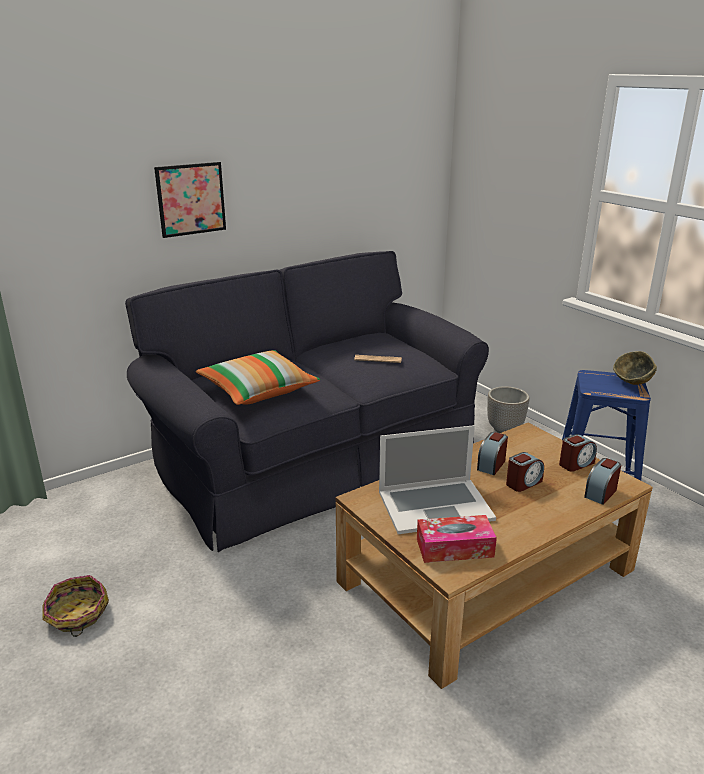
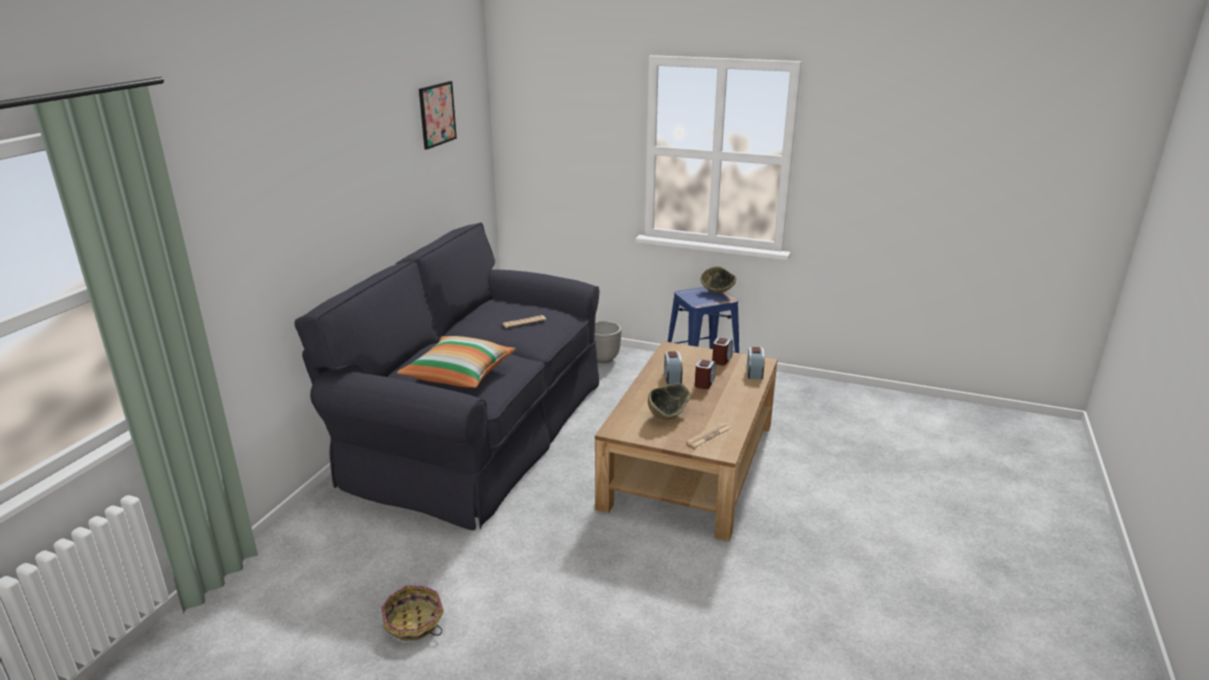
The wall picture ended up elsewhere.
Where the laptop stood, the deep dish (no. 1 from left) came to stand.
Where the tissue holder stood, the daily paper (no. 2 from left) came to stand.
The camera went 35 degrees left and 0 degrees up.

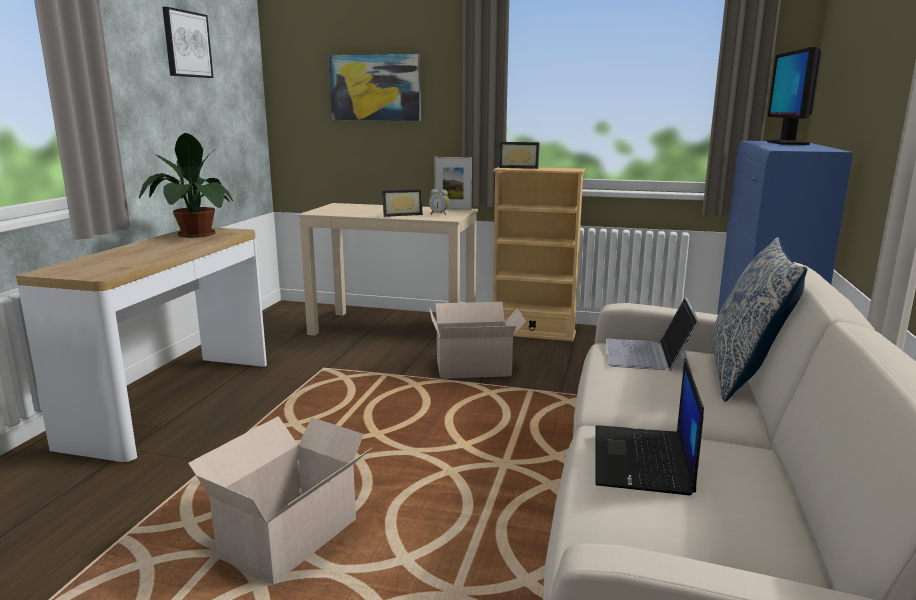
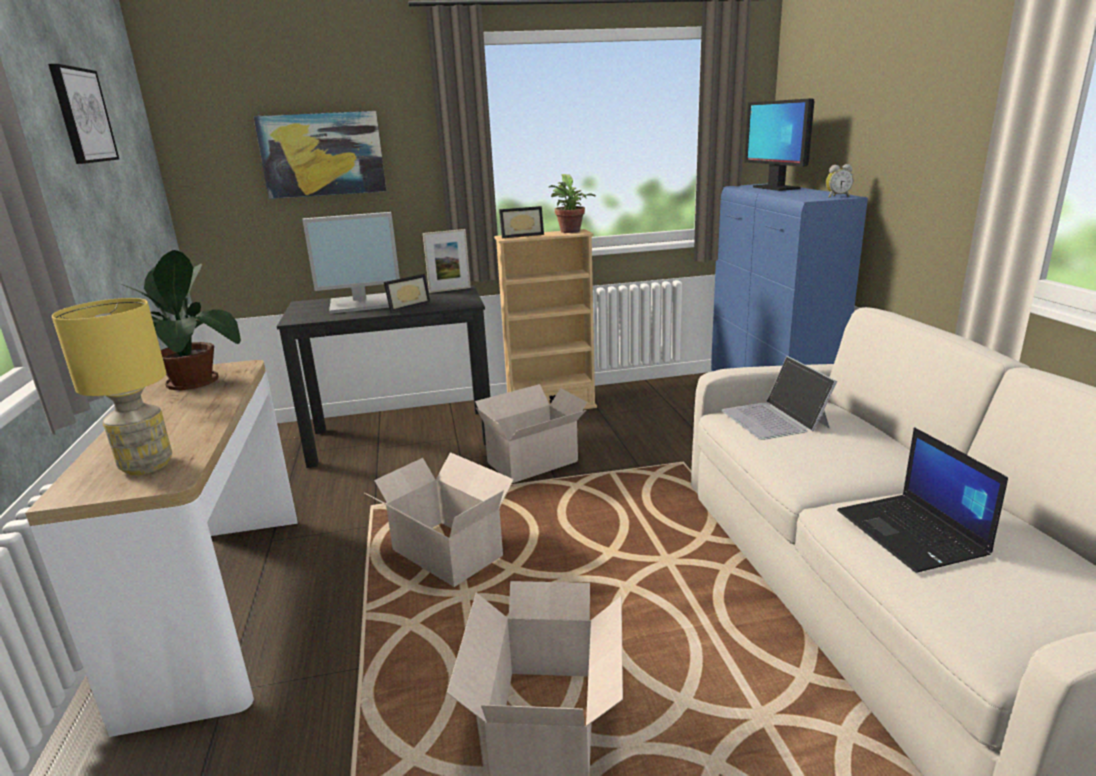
The second view lost the pillow.
The second view gained the yellow-coloured tabletop lamp.
The second view gained the computer screen (no. 1 from left).
The second view gained the cardboard box (no. 1 from left).
The second view gained the houseplant (no. 2 from left).
The table clock ended up elsewhere.
What was the sand-coloured desk table turned into the black-coloured desk table.
The camera went 25 degrees left and 5 degrees up.

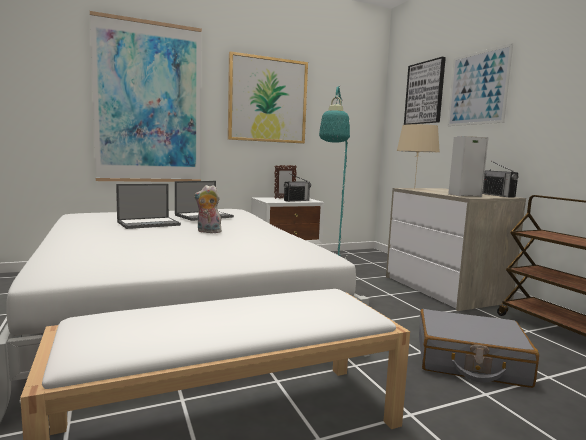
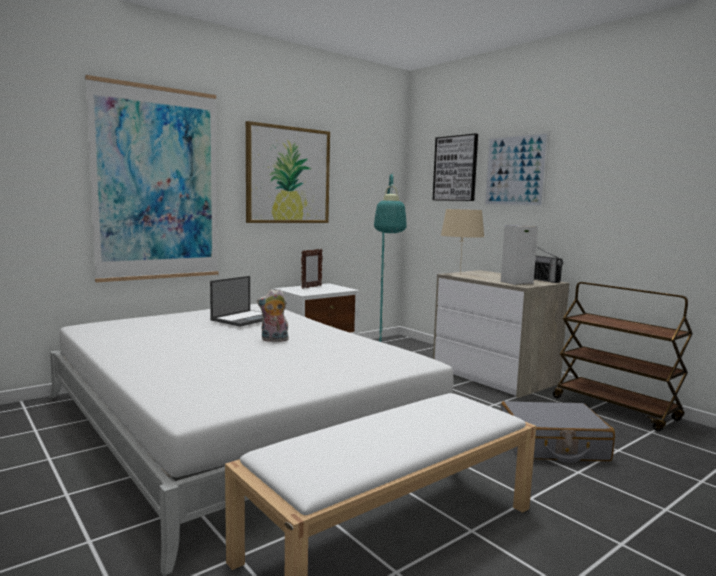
The second view lost the laptop (no. 1 from left).
The second view lost the radio receiver (no. 1 from left).
The camera went 15 degrees left and 0 degrees up.

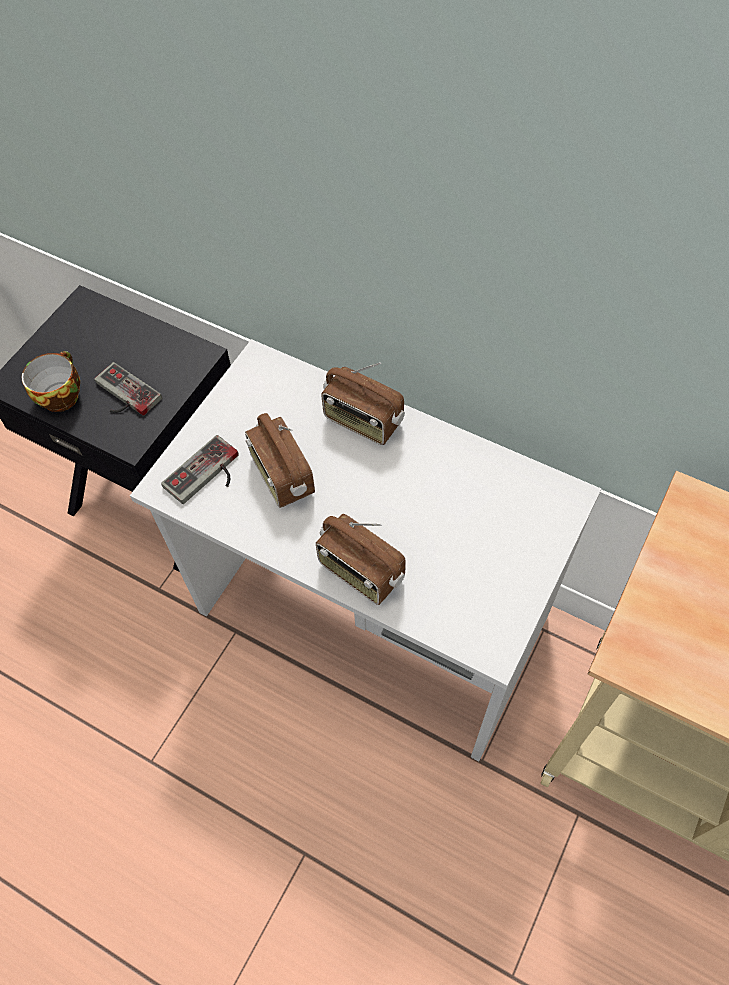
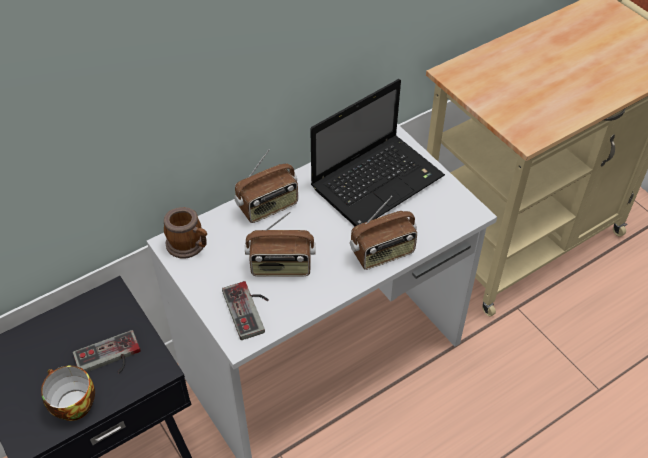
The second view gained the coffee mug.
The second view gained the laptop.
The camera went 65 degrees left and 10 degrees down.

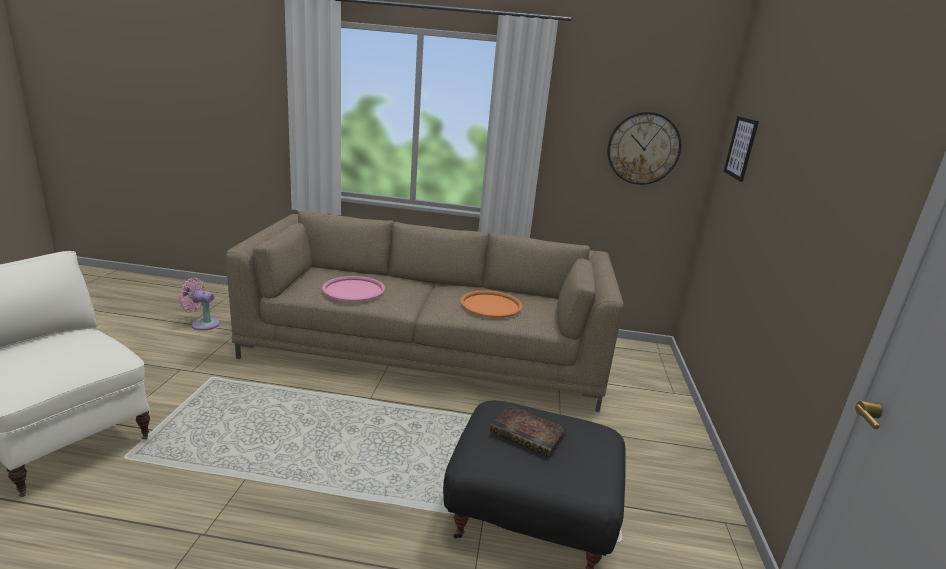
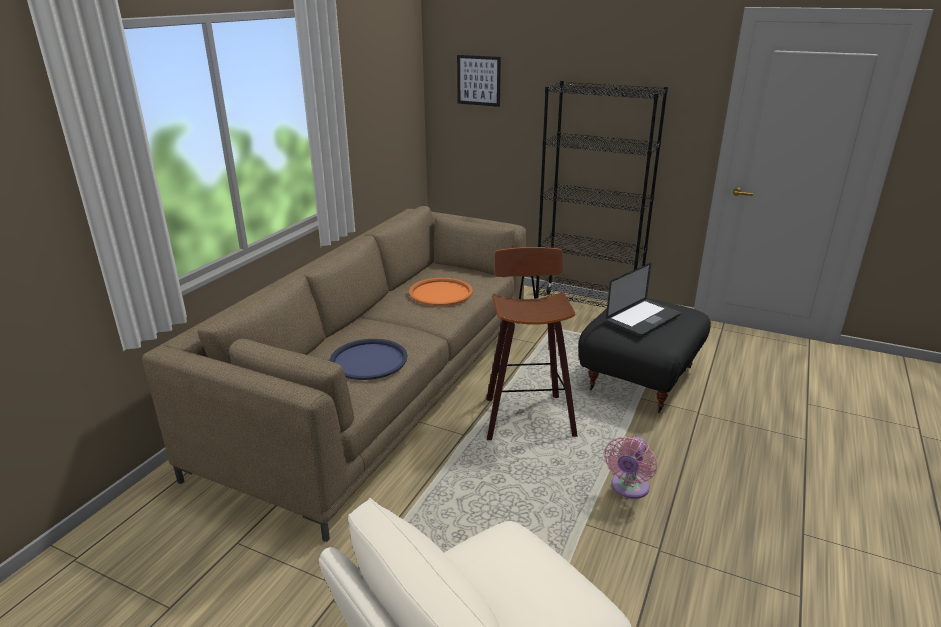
The second view lost the hanging clock.
The second view gained the stool seat.
The second view gained the black-coloured shelving unit.
The pink electric fan ended up elsewhere.
Where the volume stood, the laptop came to stand.
What was the pink tray turned into the blue-coloured tray.
The camera went 70 degrees left and 5 degrees up.

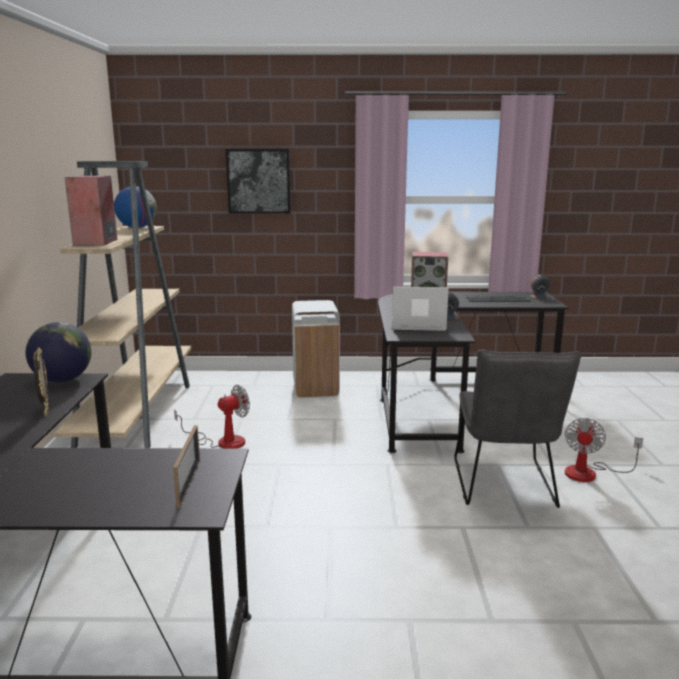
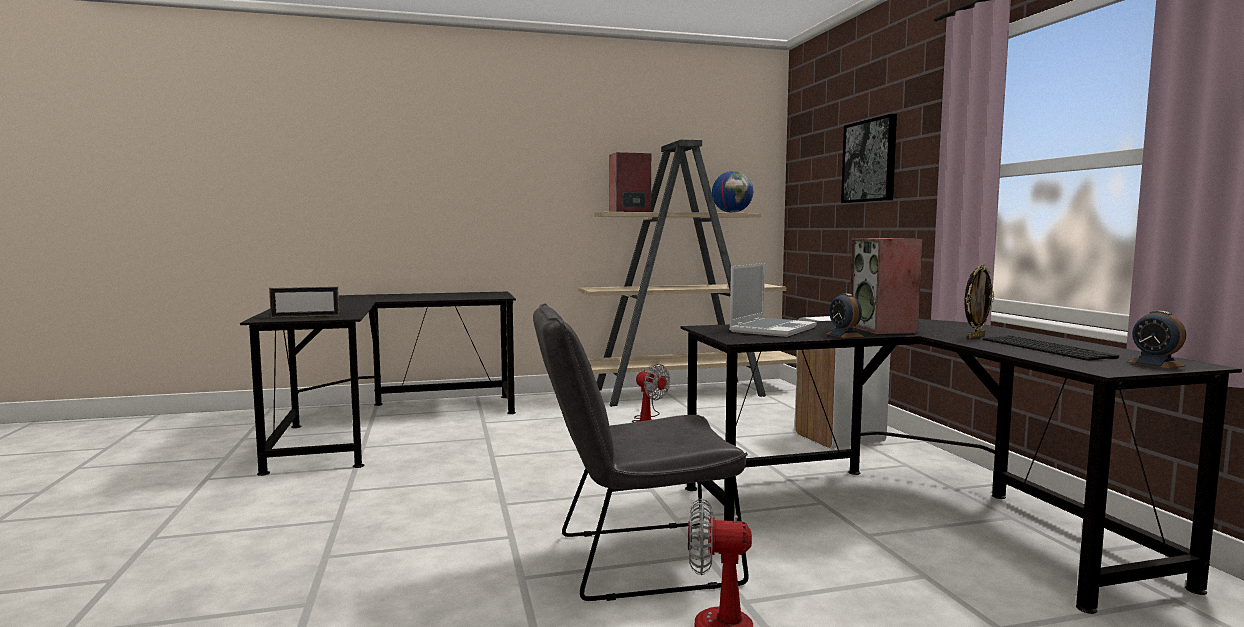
The second view lost the globe (no. 1 from left).
The photo frame (no. 1 from left in the first image) ended up elsewhere.
The laptop ended up facing another way, 45 degrees clockwise from before.
The camera went 75 degrees right and 10 degrees down.

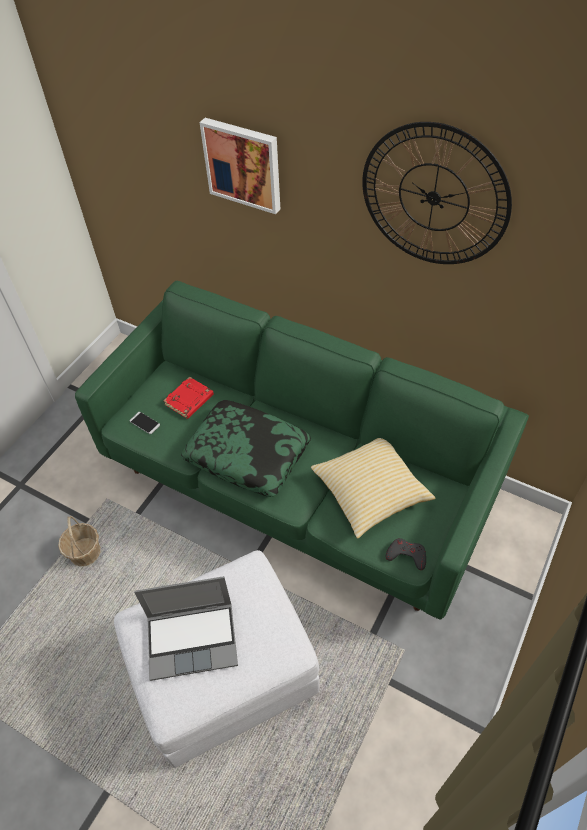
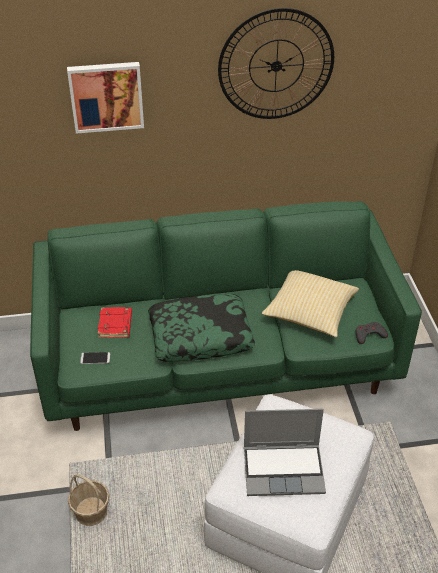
The laptop ended up facing another way, 45 degrees clockwise from before.
The camera went 40 degrees left and 10 degrees down.

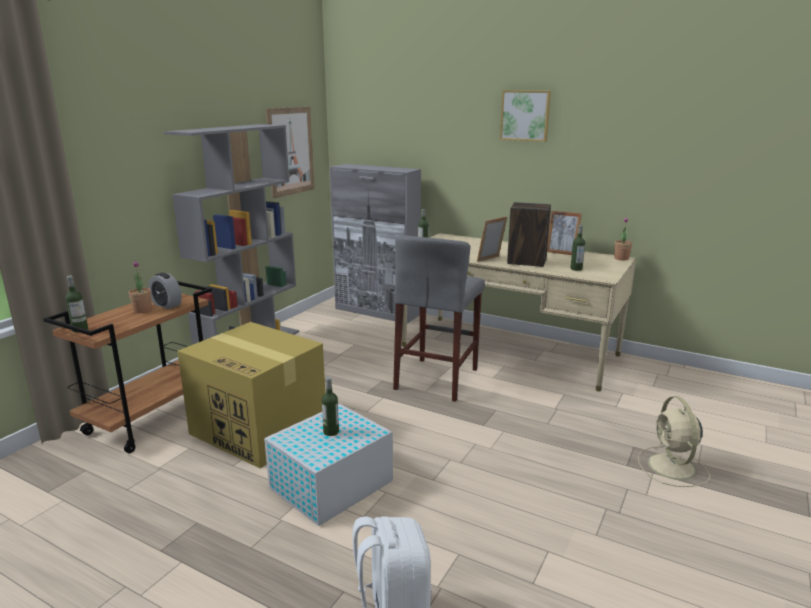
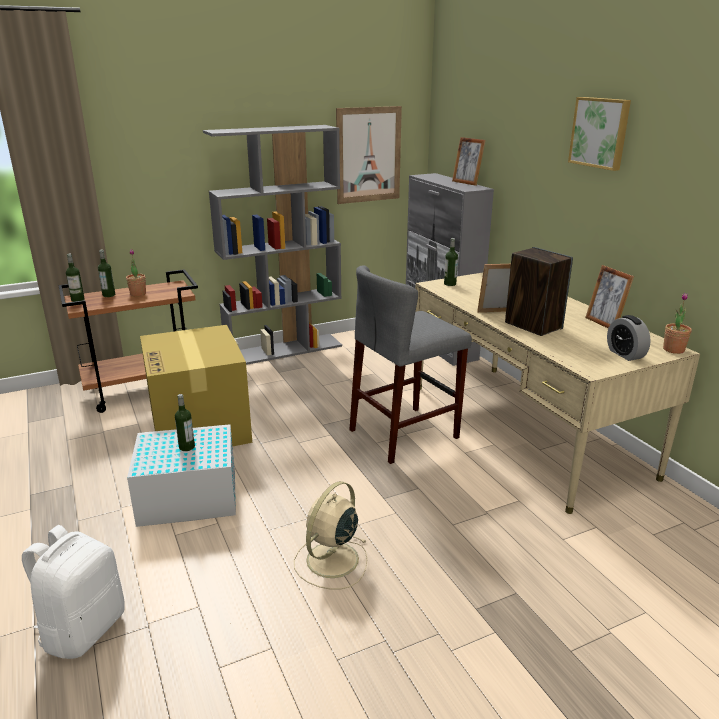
The second view gained the photo frame (no. 1 from left).
The table clock ended up elsewhere.
The drink bottle (no. 4 from left in the first image) ended up elsewhere.
The sand-coloured electric fan ended up elsewhere.
The camera went 35 degrees right and 5 degrees up.

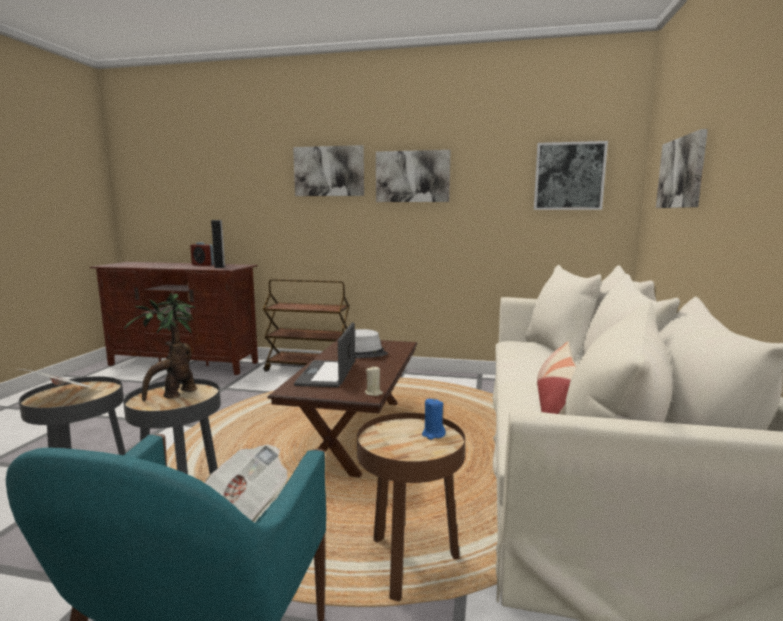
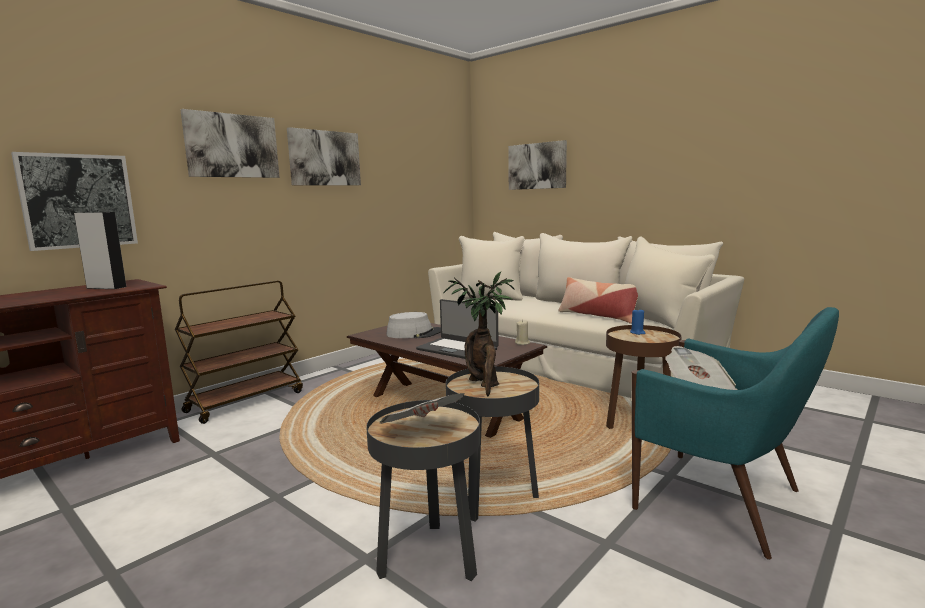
The second view lost the table clock.
The wall picture (no. 3 from left in the first image) ended up elsewhere.
The camera went 60 degrees left and 0 degrees up.

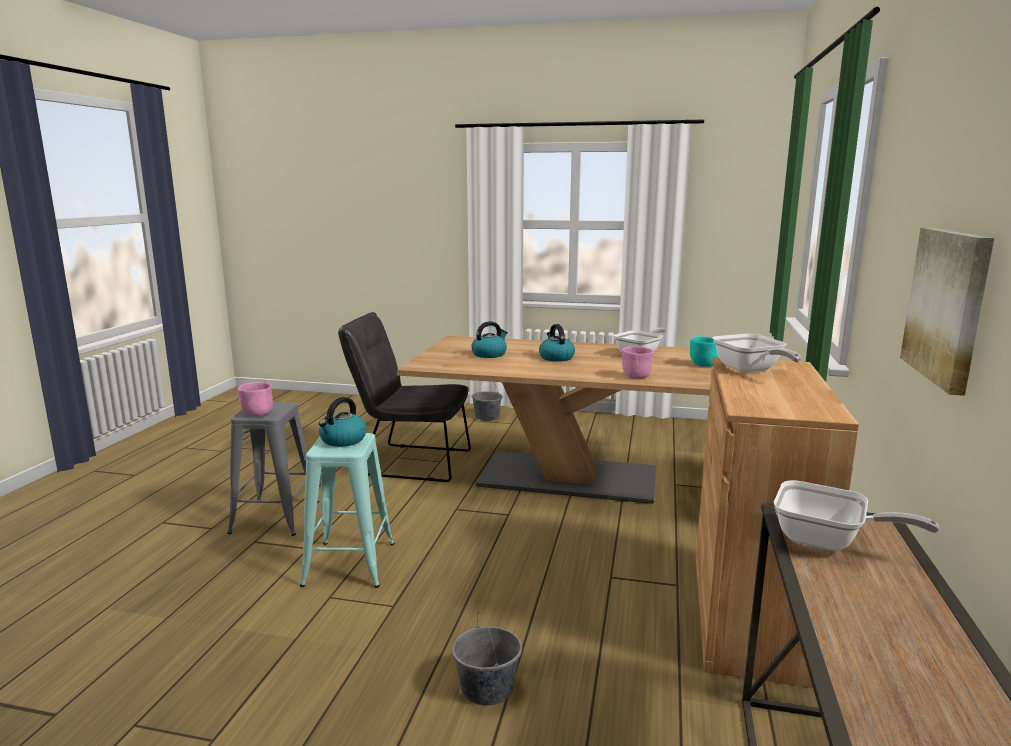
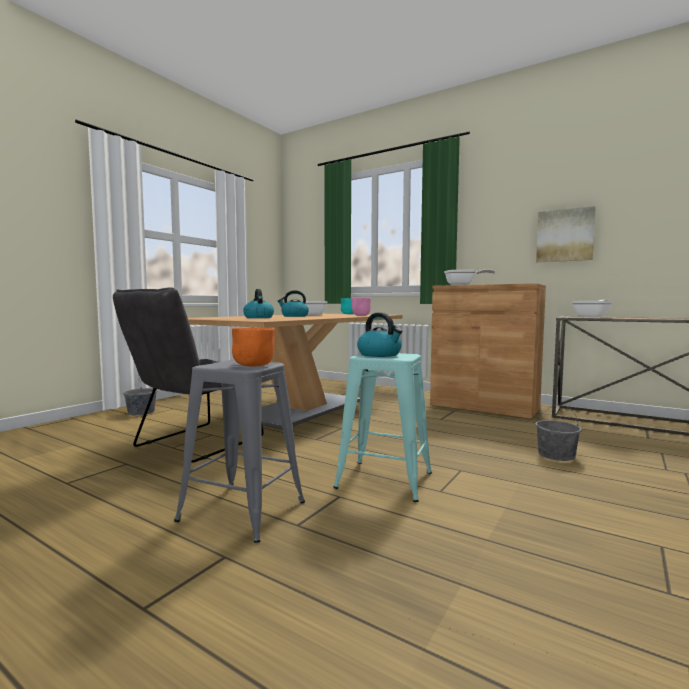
What was the pink deep dish (no. 1 from left) turned into the orange deep dish.
The camera went 70 degrees left and 10 degrees down.

